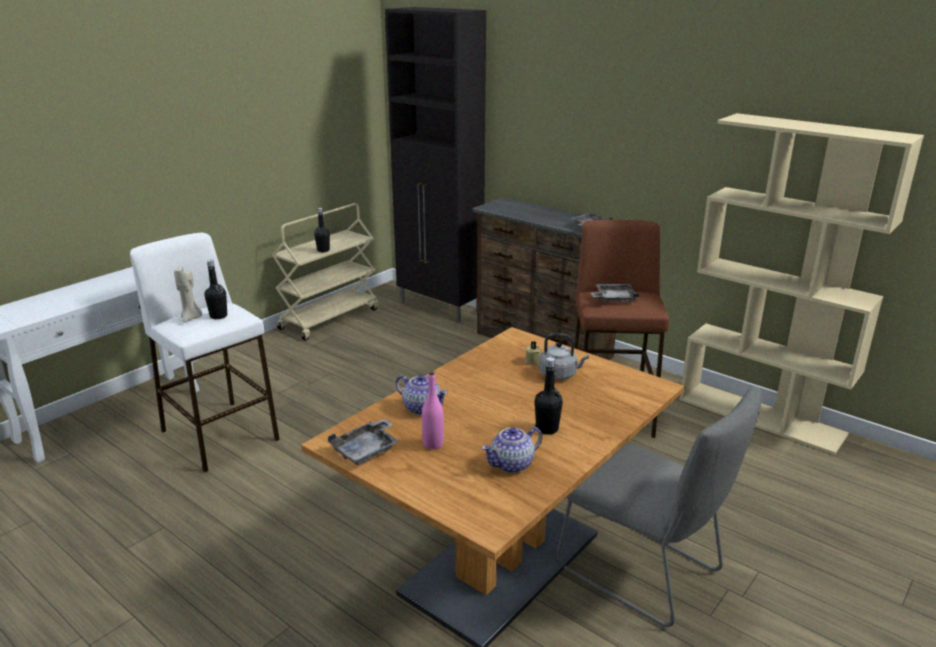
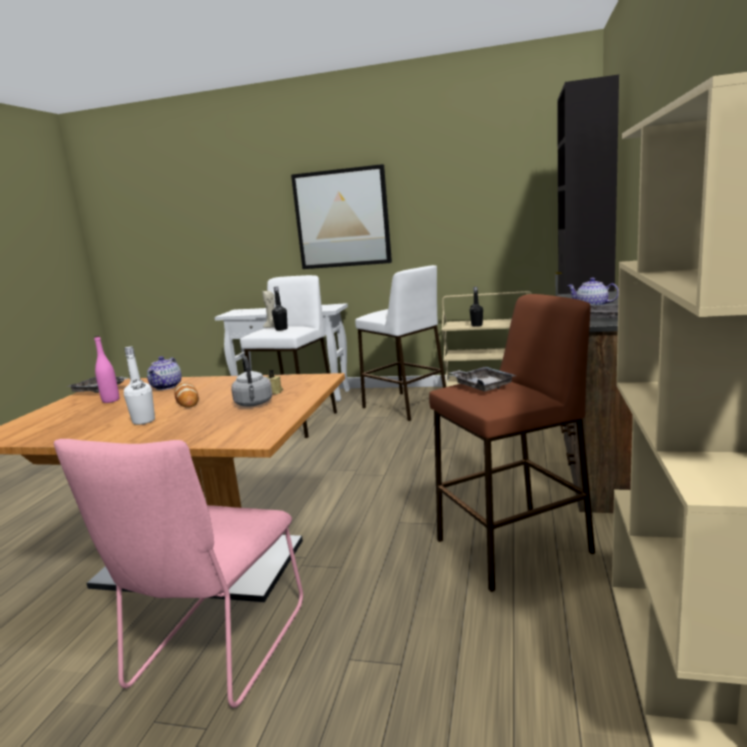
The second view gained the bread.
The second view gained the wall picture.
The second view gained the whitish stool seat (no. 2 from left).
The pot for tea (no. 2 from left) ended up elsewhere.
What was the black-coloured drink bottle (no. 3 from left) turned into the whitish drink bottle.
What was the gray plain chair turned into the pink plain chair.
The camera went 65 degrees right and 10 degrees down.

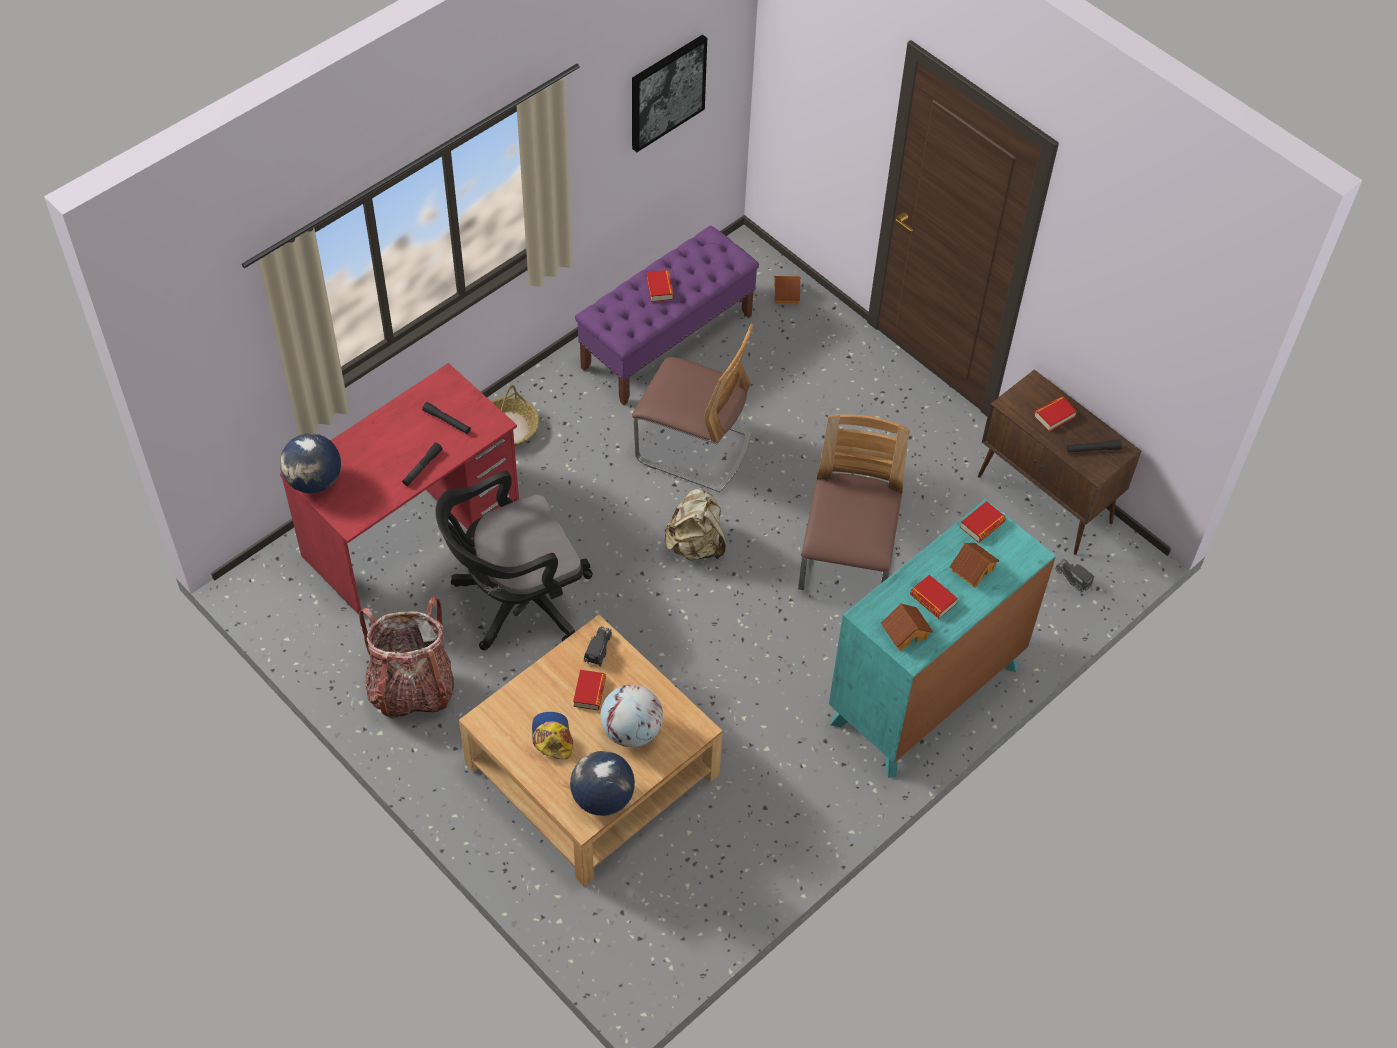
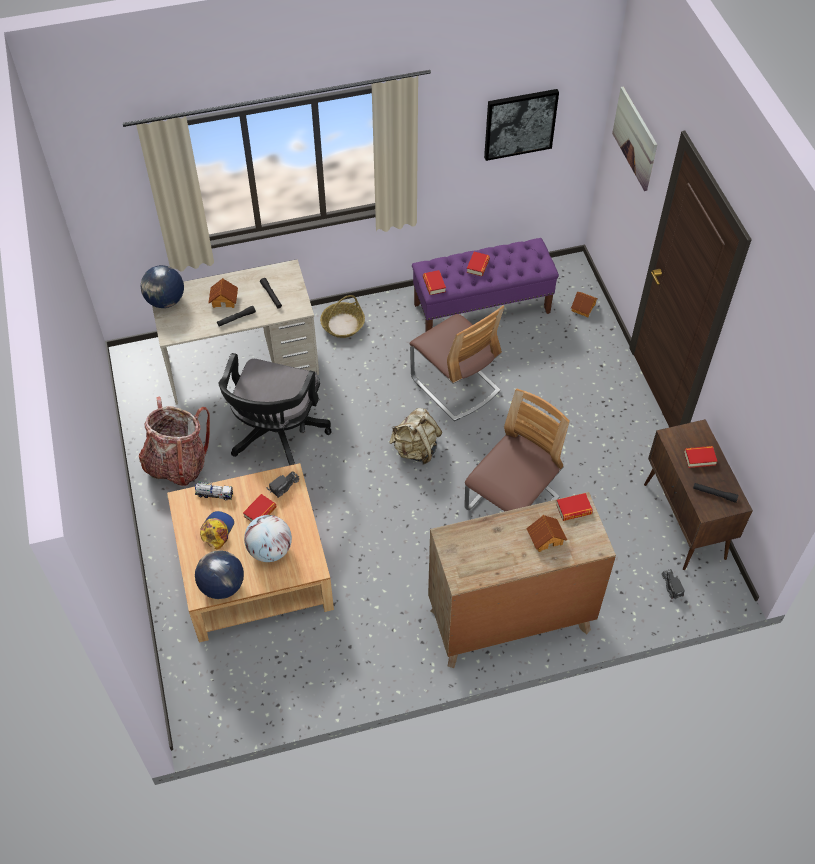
The second view gained the toy lorry (no. 1 from left).
The second view gained the wall picture (no. 2 from left).
The miniature house (no. 2 from left in the first image) ended up elsewhere.
The volume (no. 3 from left in the first image) ended up elsewhere.
What was the red-coloured desk table turned into the sand-coloured desk table.
What was the turquoise-coloured dresser turned into the brownish dresser.
The black-coloured desk chair ended up facing another way, 75 degrees counterclockwise from before.
The camera went 30 degrees right and 0 degrees up.

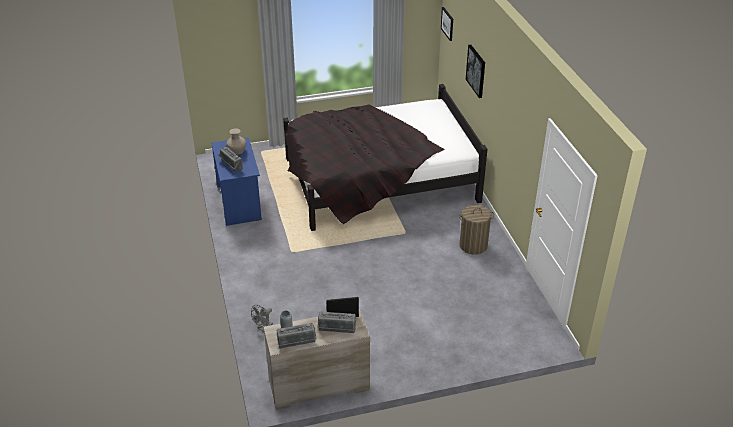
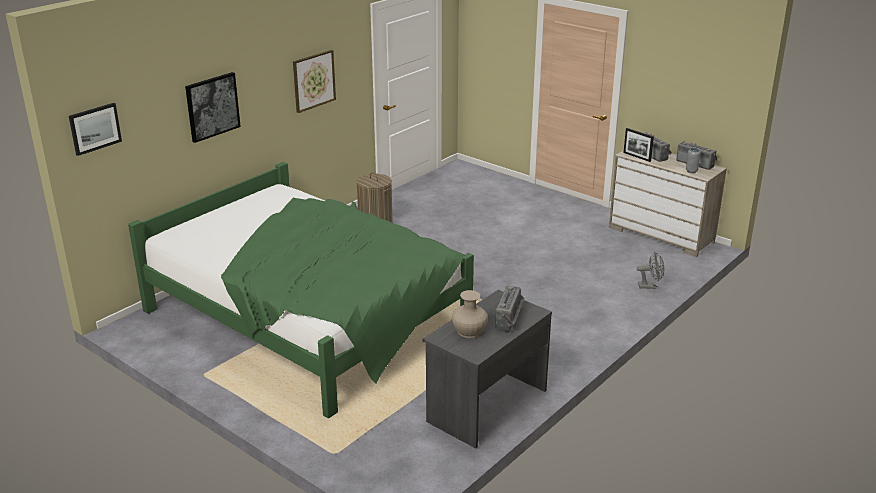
The second view gained the wall picture (no. 3 from left).
What was the blue-coloured desk table turned into the gray desk table.
What was the black-coloured bedroom bed turned into the green bedroom bed.
The camera went 125 degrees left and 10 degrees down.

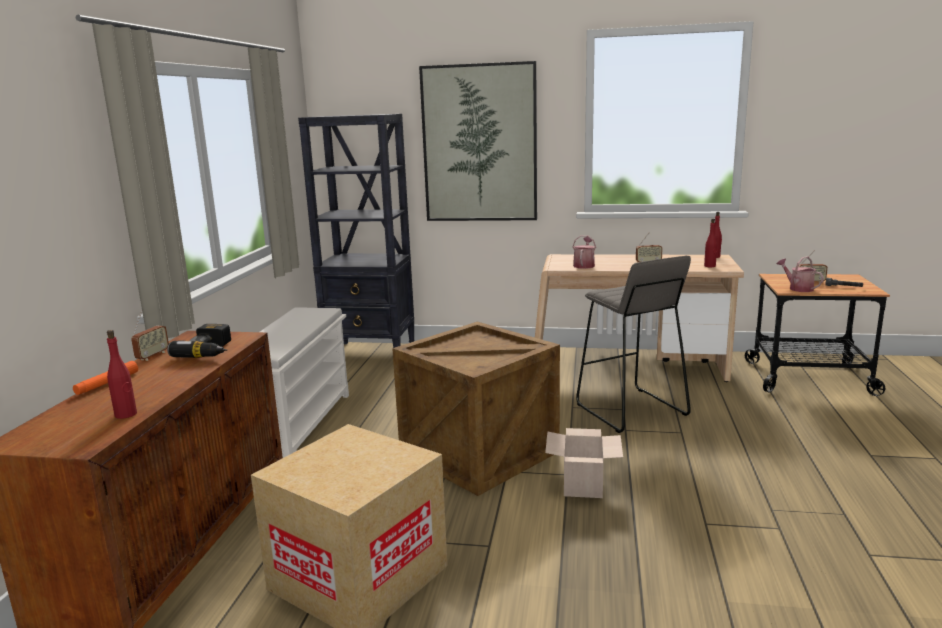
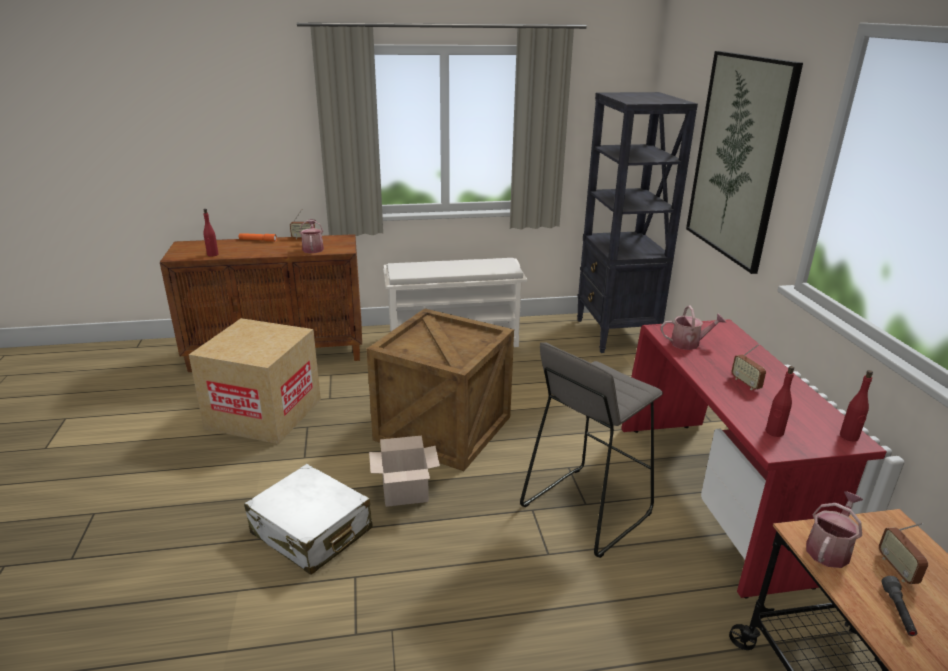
The second view gained the whitish travel case.
Where the drill stood, the watering pot (no. 1 from left) came to stand.
What was the sand-coloured desk table turned into the red-coloured desk table.
The camera went 70 degrees right and 10 degrees up.

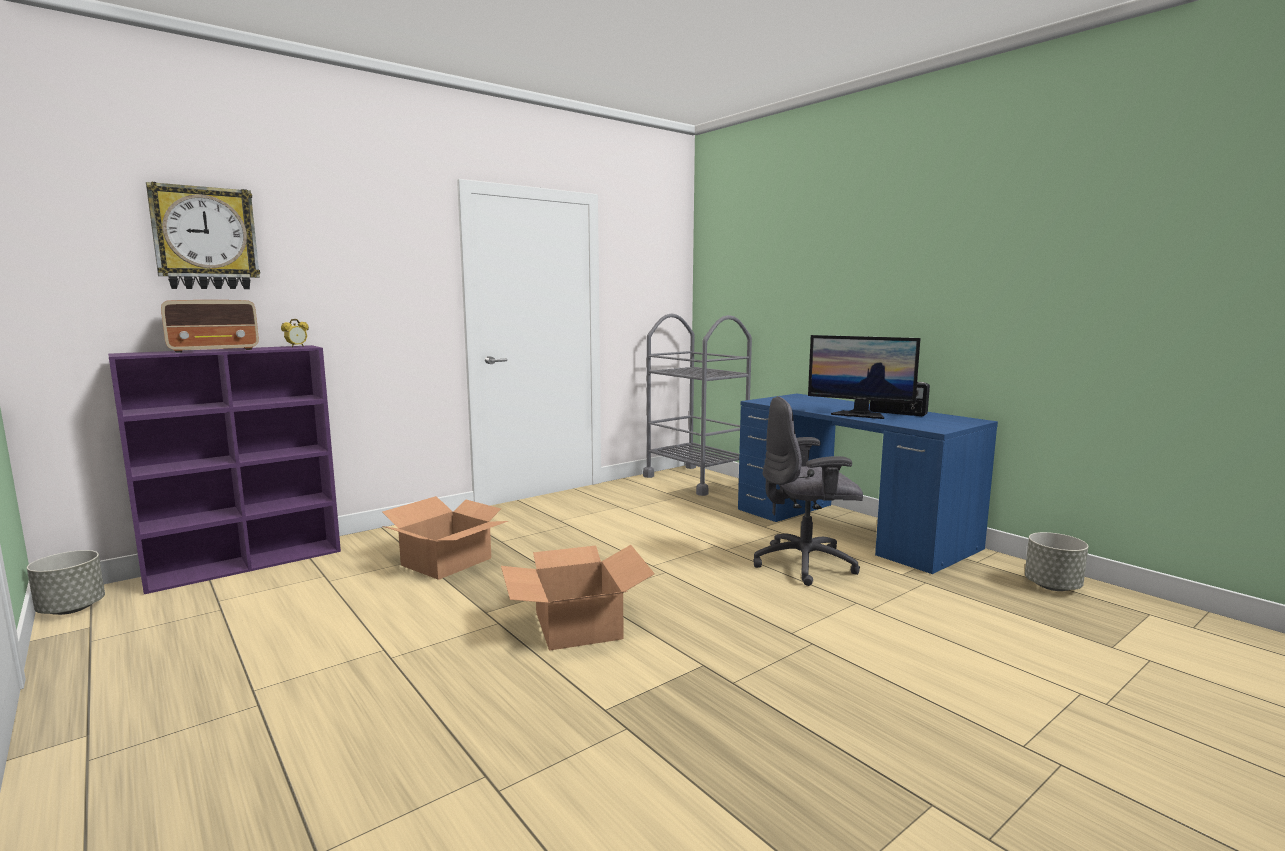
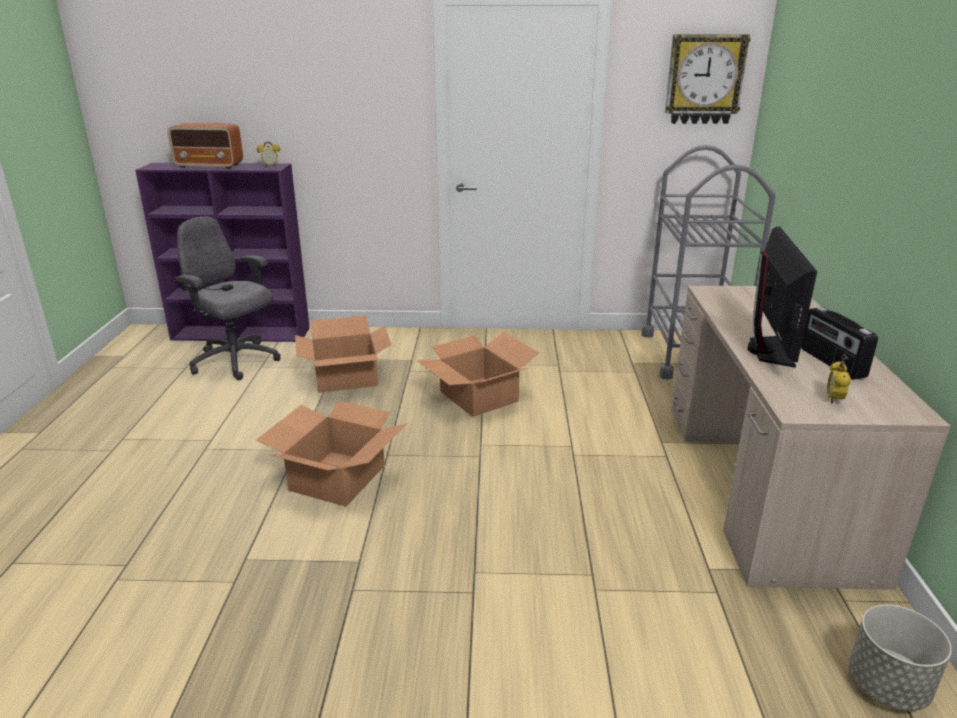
The second view lost the gray plant pot (no. 1 from left).
The second view gained the cardboard box (no. 3 from left).
The second view gained the table clock (no. 2 from left).
The hanging clock ended up elsewhere.
The gray desk chair ended up elsewhere.
What was the blue-coloured desk table turned into the sand-coloured desk table.
The computer screen ended up facing another way, 150 degrees counterclockwise from before.
The camera went 40 degrees right and 15 degrees up.

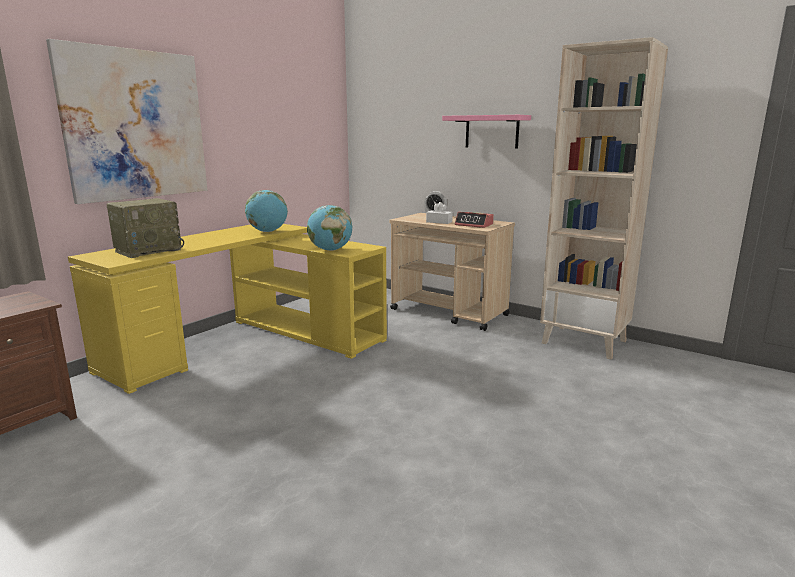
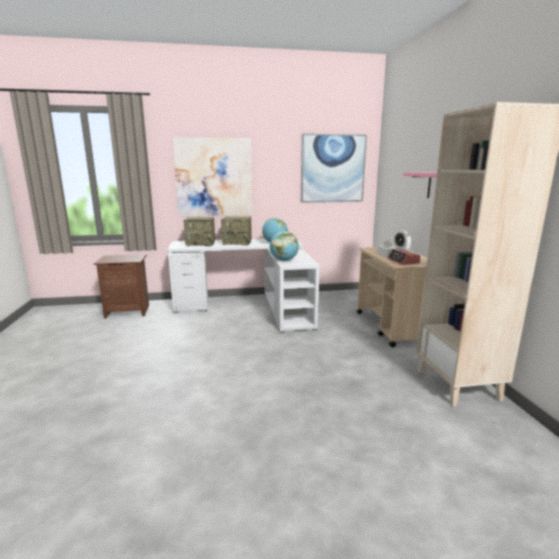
The second view gained the radio receiver (no. 2 from left).
The second view gained the wall picture (no. 2 from left).
What was the yellow-coloured desk table turned into the whitish desk table.
The camera went 45 degrees right and 0 degrees up.

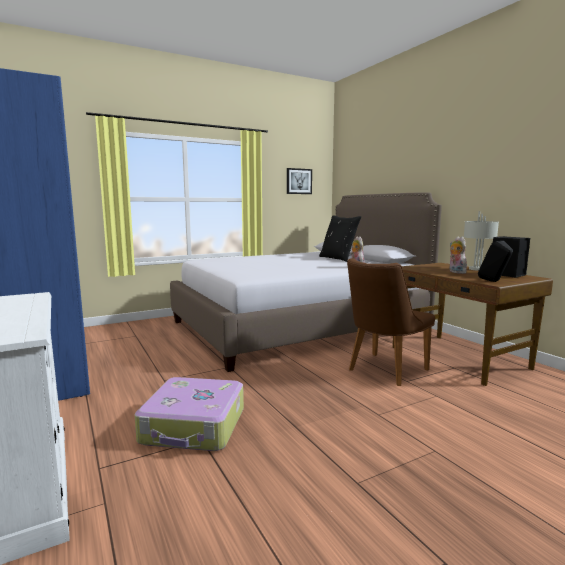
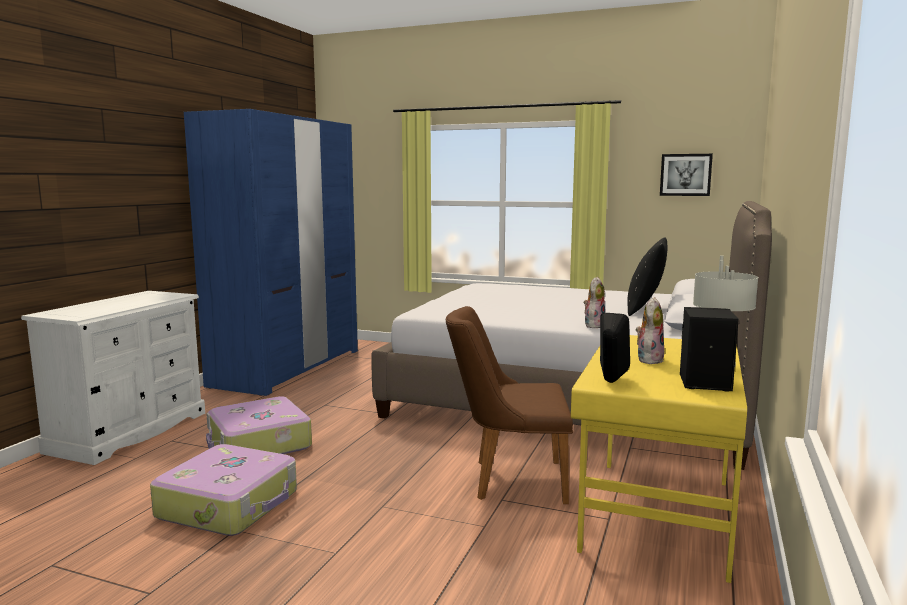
The second view gained the travel case (no. 1 from left).
What was the brownish desk table turned into the yellow-coloured desk table.
The camera went 50 degrees right and 0 degrees up.

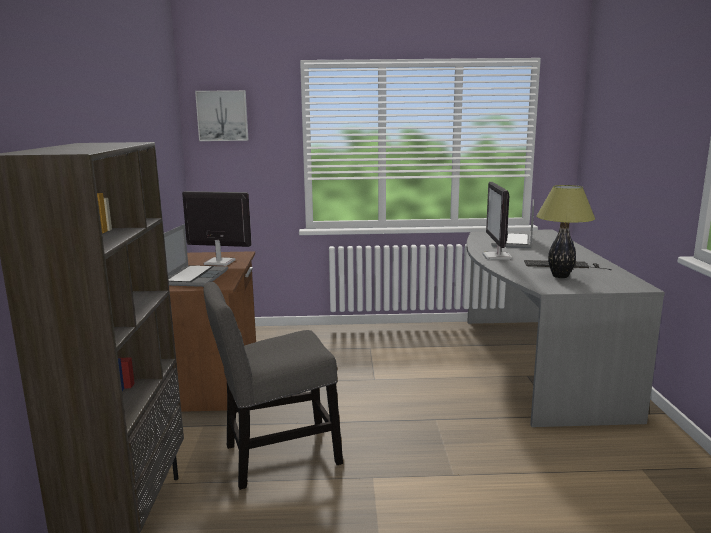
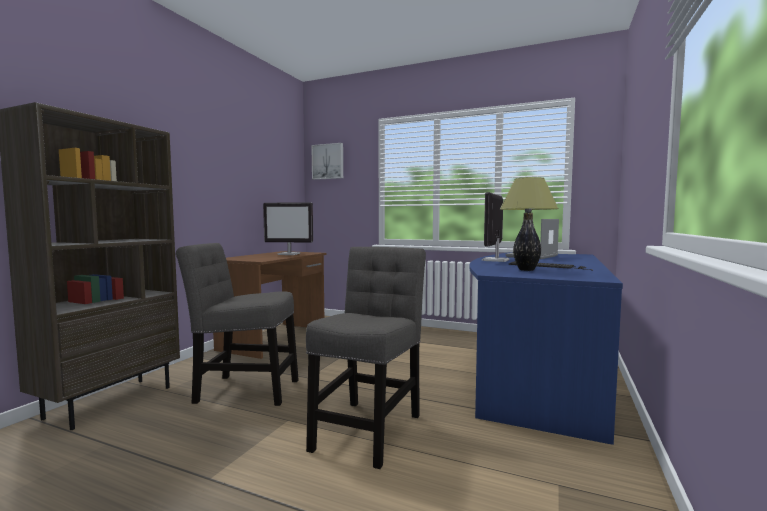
The second view lost the laptop (no. 1 from left).
The second view gained the gray plain chair (no. 2 from left).
What was the gray desk table turned into the blue-coloured desk table.
The computer screen (no. 1 from left) ended up facing another way, 150 degrees clockwise from before.
The camera went 25 degrees right and 10 degrees down.

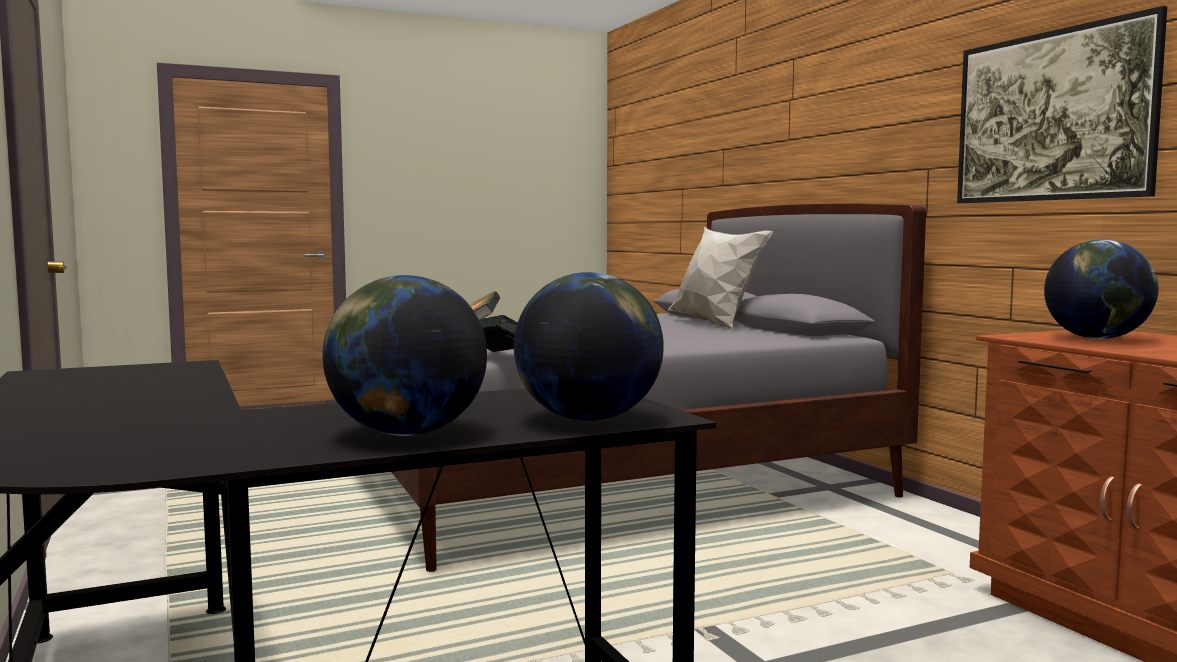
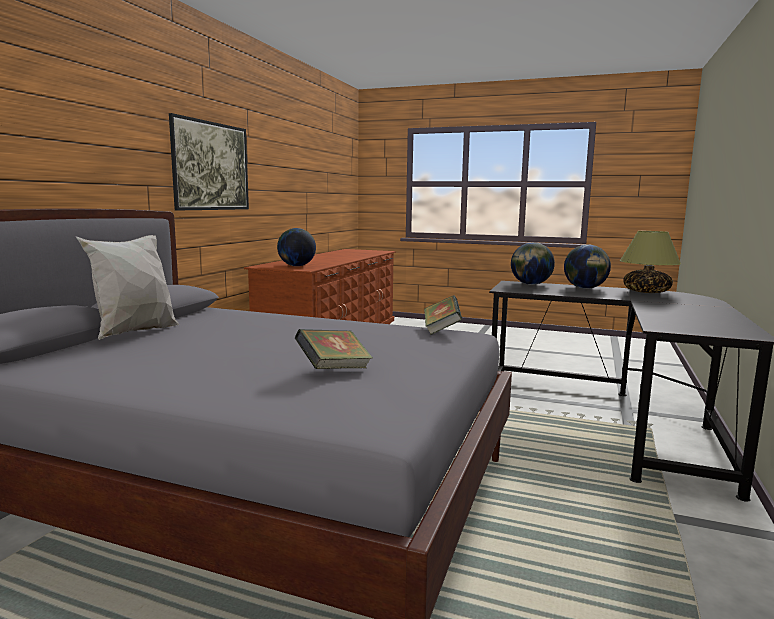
The second view gained the tabletop lamp.
The camera went 135 degrees left and 5 degrees up.

